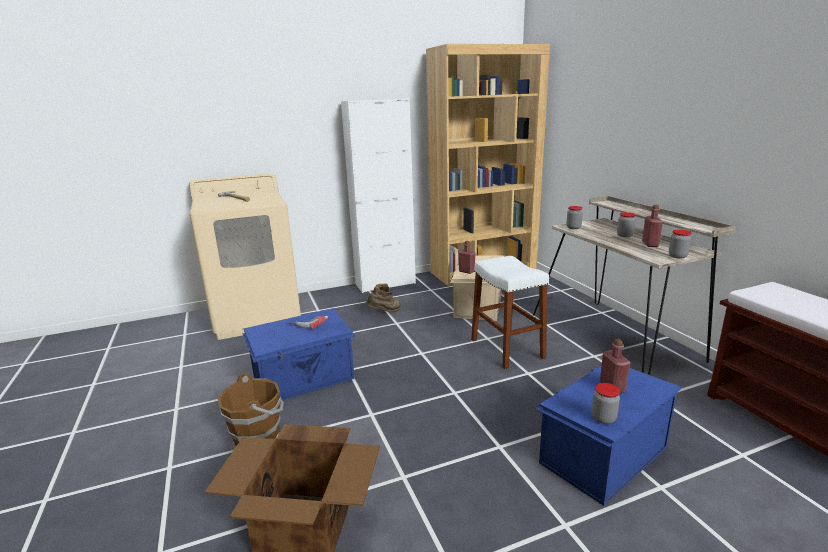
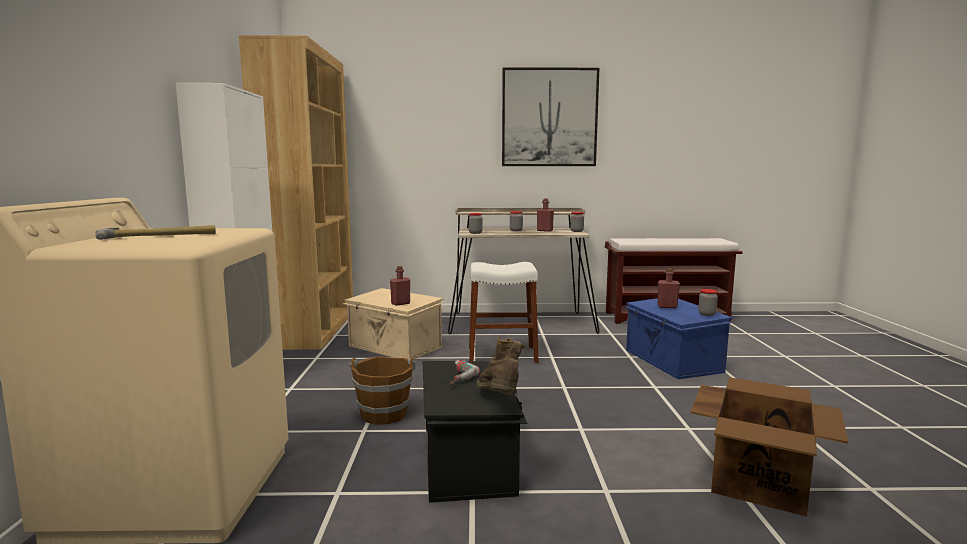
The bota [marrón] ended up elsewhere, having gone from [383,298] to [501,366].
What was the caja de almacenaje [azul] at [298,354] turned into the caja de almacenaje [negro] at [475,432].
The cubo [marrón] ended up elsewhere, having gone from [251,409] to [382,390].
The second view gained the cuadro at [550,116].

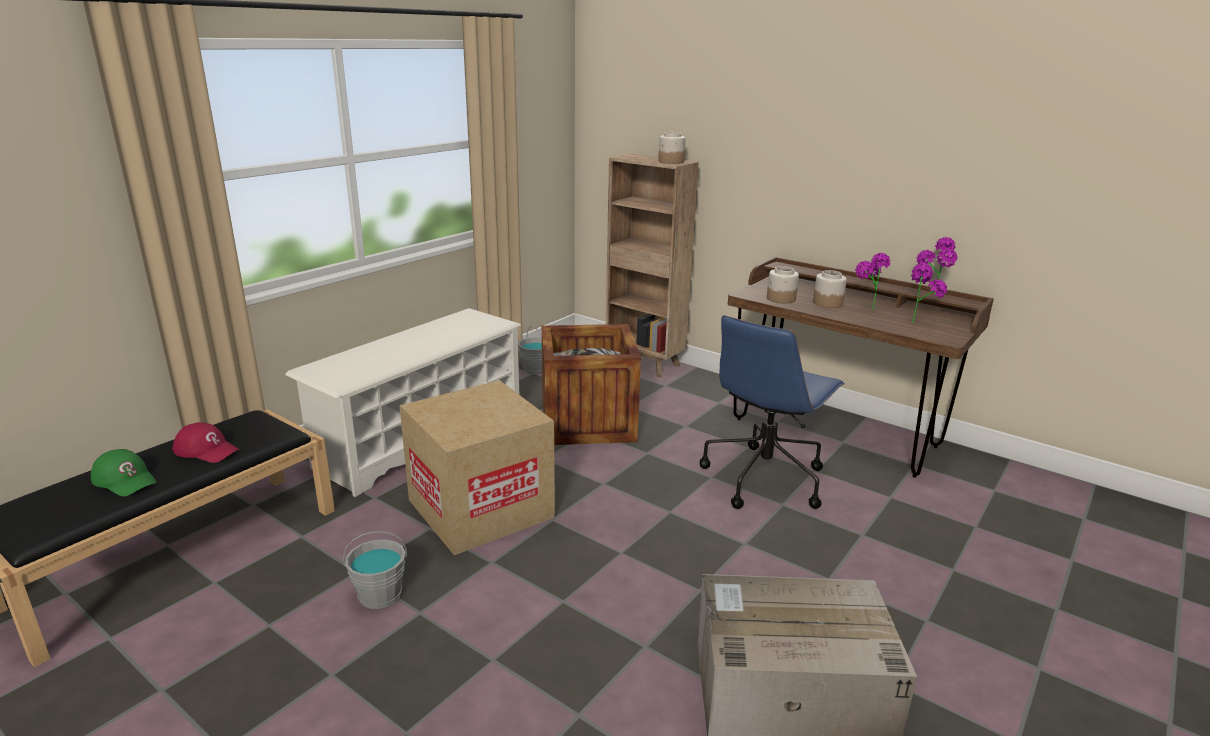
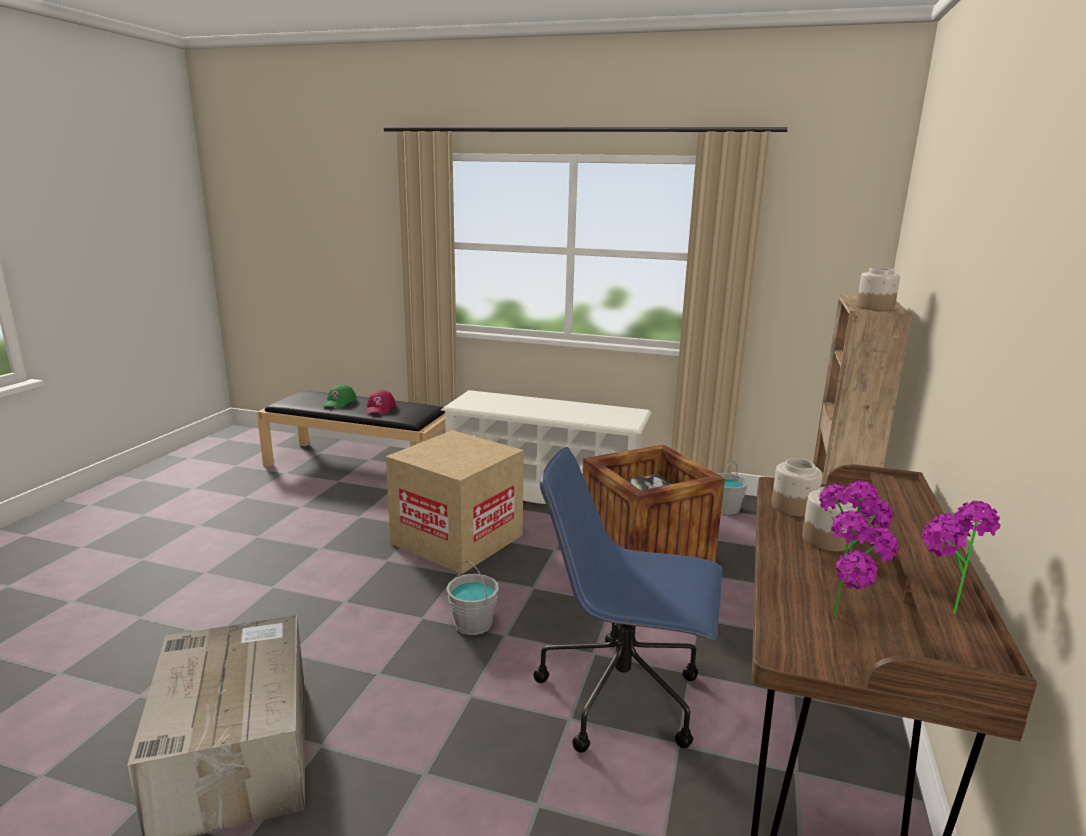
The cubo [gris] ended up elsewhere, having gone from [375,570] to [472,598].

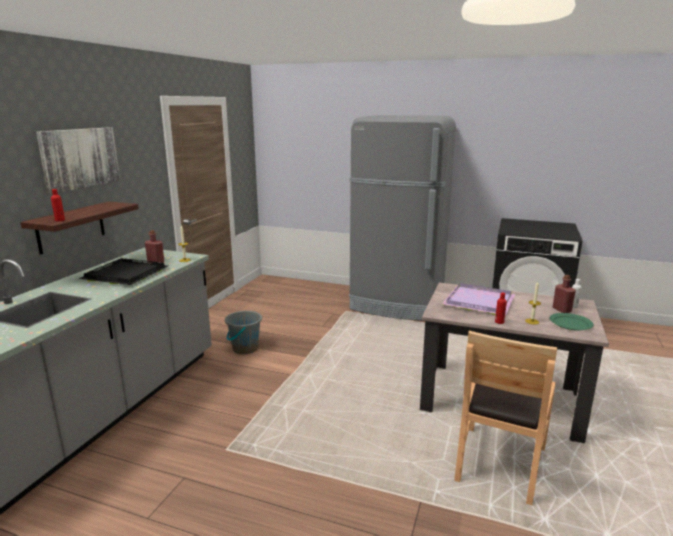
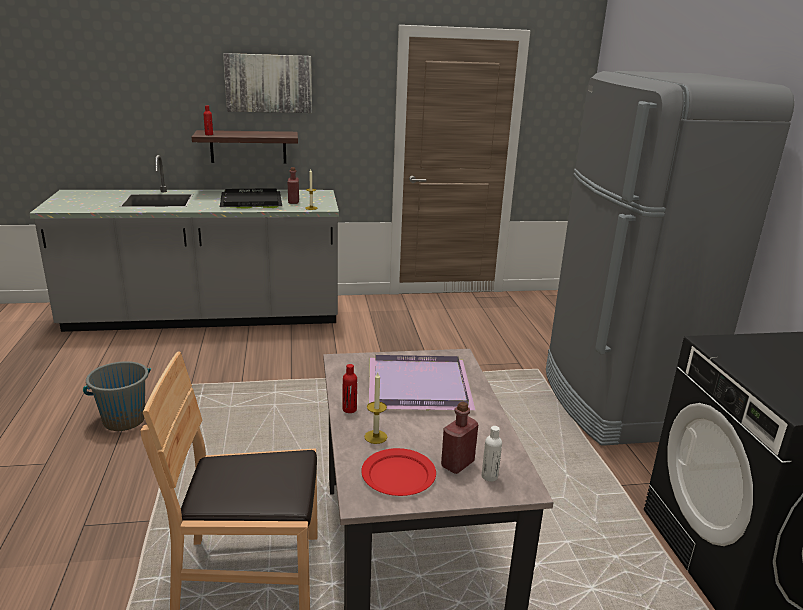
The cubo [gris] ended up elsewhere, having gone from [243,332] to [117,396].
What was the plato [verde] at [571,321] turned into the plato [rojo] at [398,472].

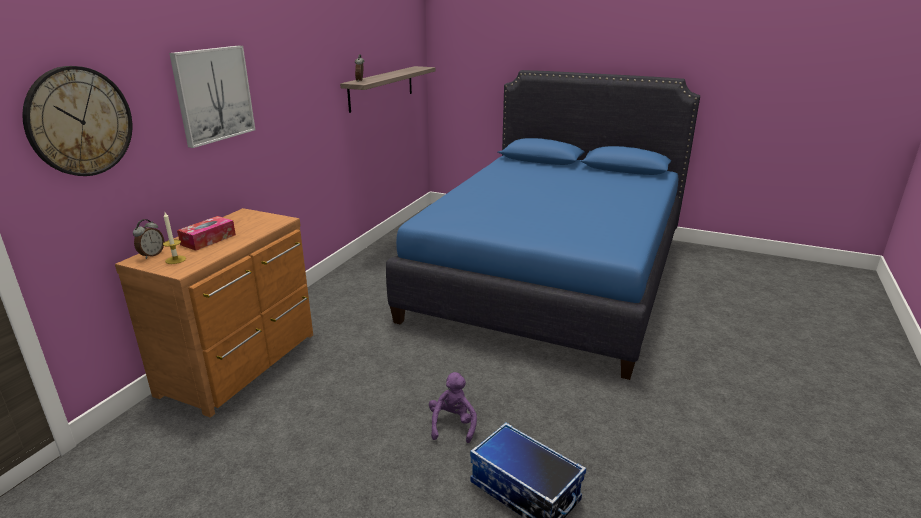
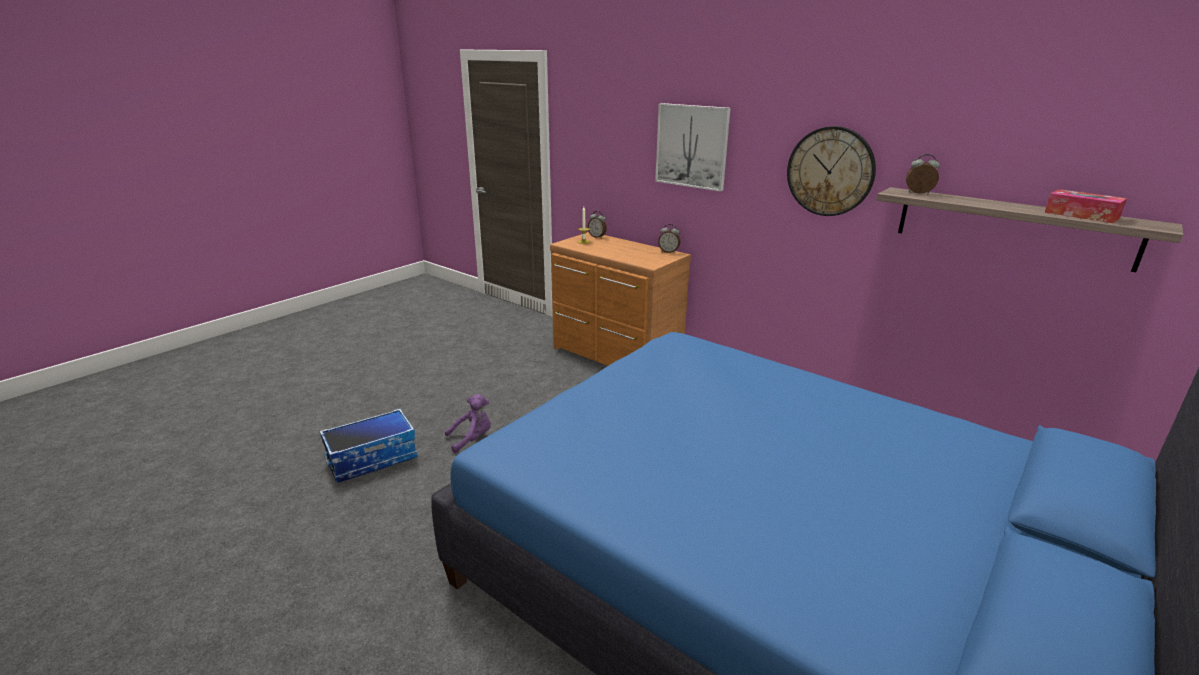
The reloj de pared ended up elsewhere, having gone from [77,121] to [831,171].
The caja de pañuelos ended up elsewhere, having gone from [206,233] to [1086,206].
The peluche [morado] at [453,407] ended up facing another way, 45 degrees counterclockwise from before.
The second view gained the despertador at [669,238].

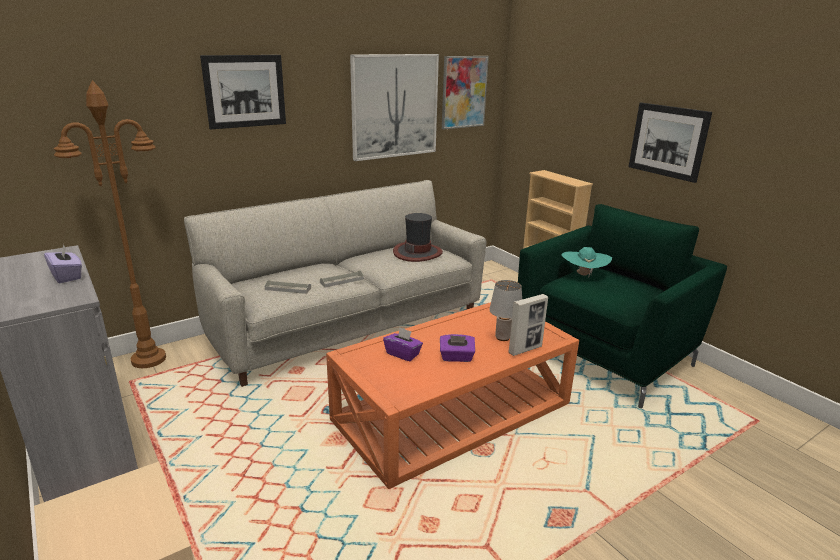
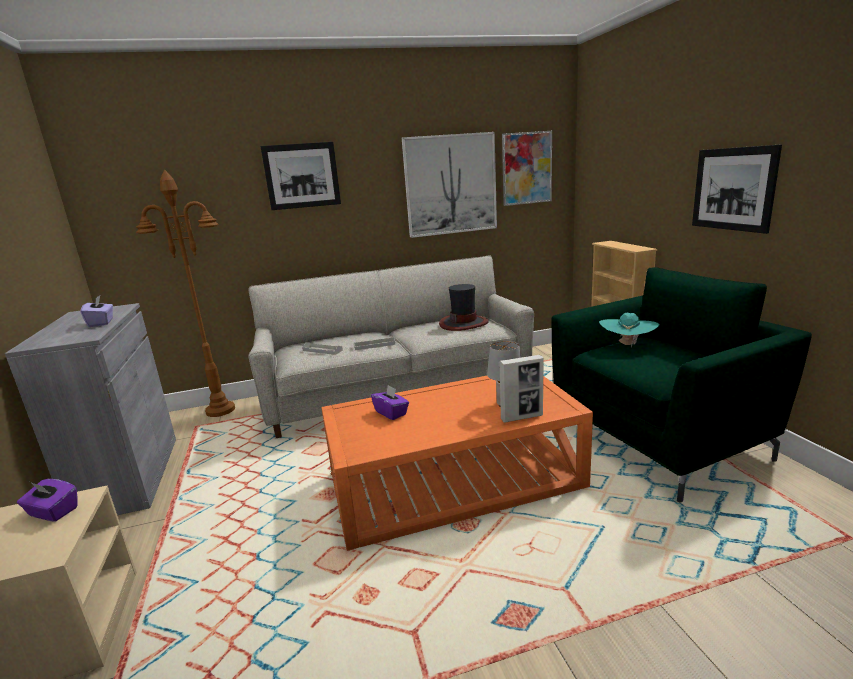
The caja de pañuelos [morado] ended up elsewhere, having gone from [457,348] to [47,500].

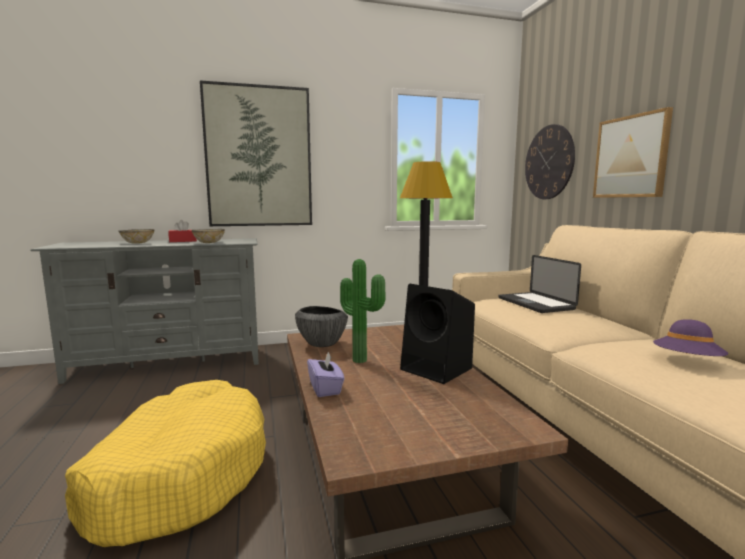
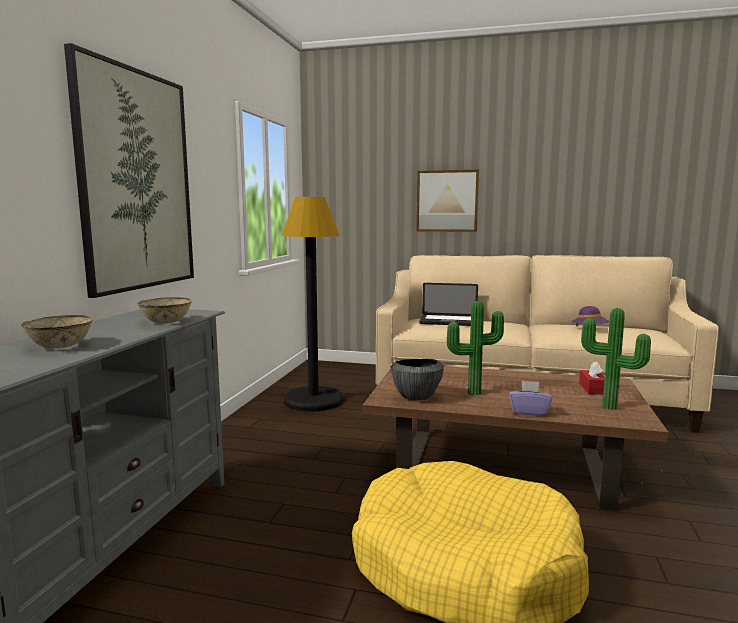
The second view lost the reloj de pared at [550,161].
The caja de pañuelos [rojo] ended up elsewhere, having gone from [182,231] to [592,378].
The second view lost the altavoz [negro] at [437,334].
The second view gained the planta en maceta at [616,359].

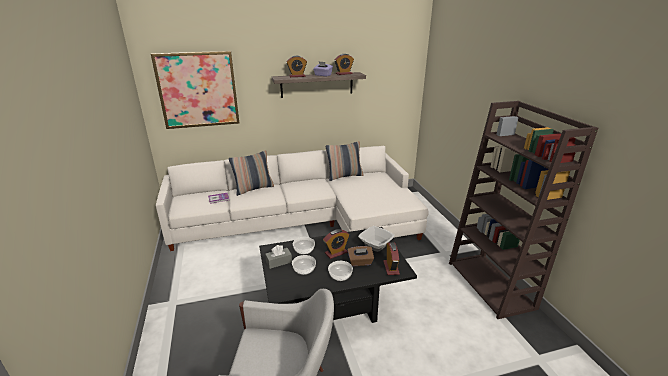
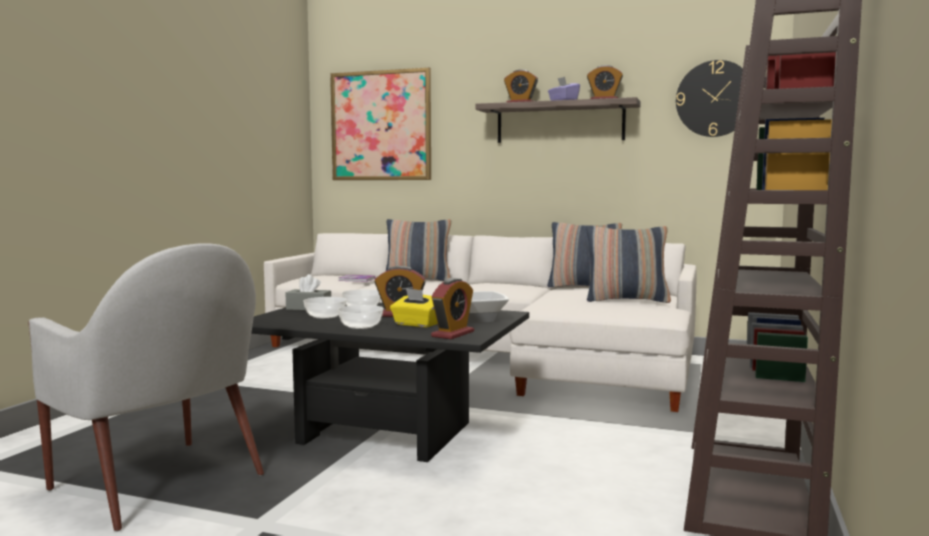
What was the caja de pañuelos [marrón] at [361,256] turned into the caja de pañuelos [amarillo] at [414,307].
The second view gained the reloj de pared at [709,98].
The second view gained the cojín at [628,264].

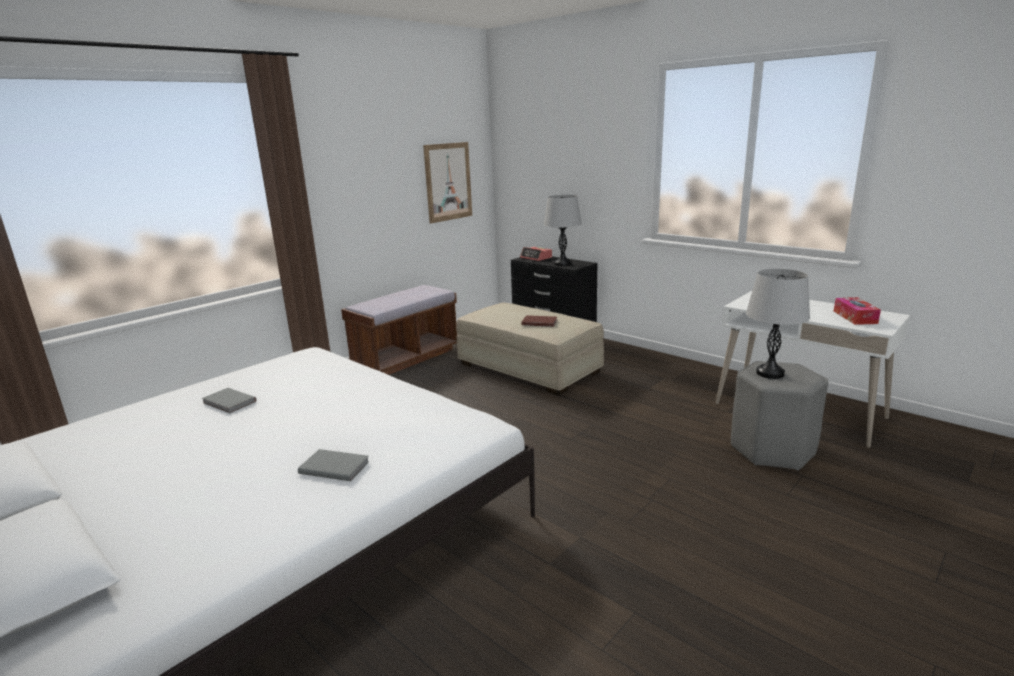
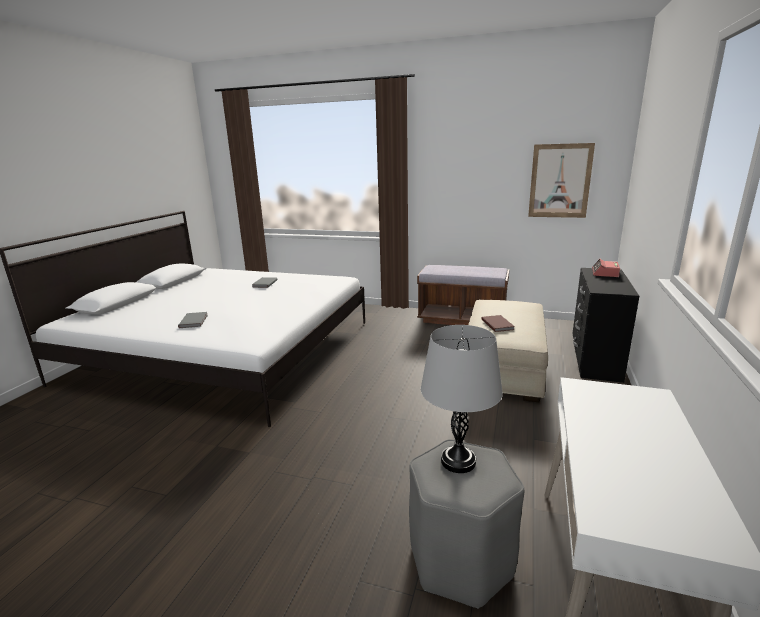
The second view lost the lámpara de mesa [gris] at [563,230].
The second view lost the caja de pañuelos at [857,311].

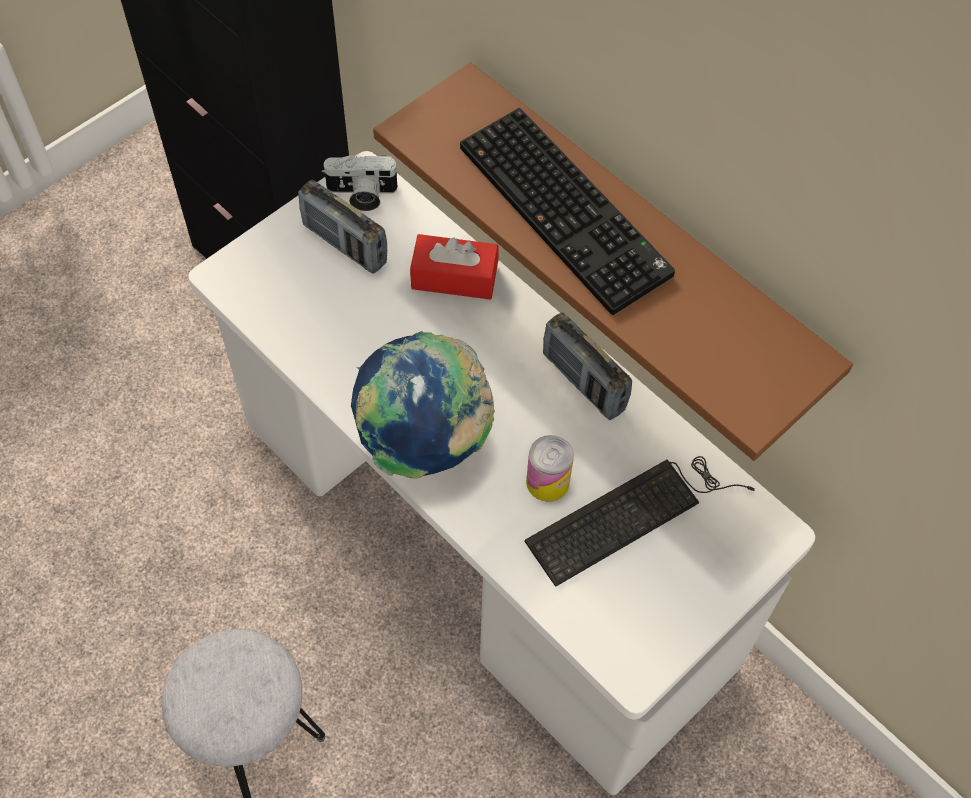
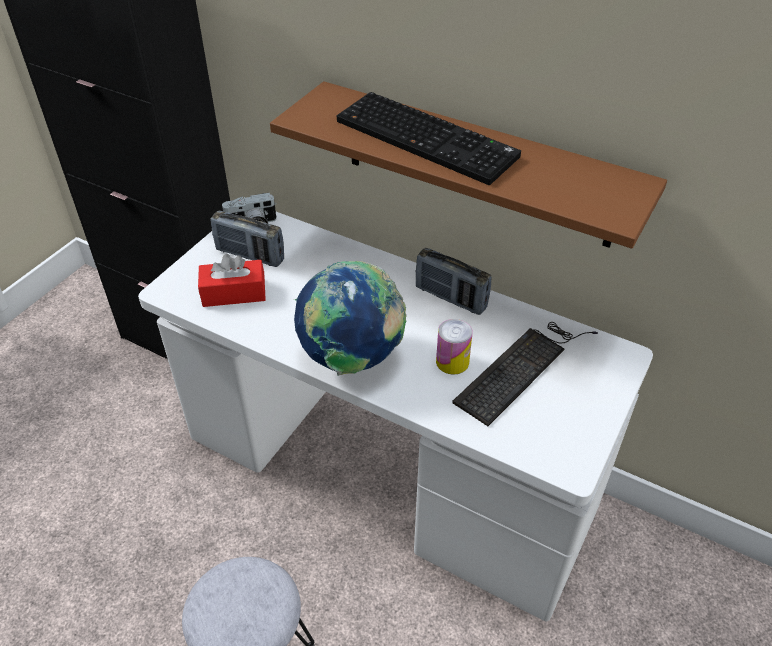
The caja de pañuelos [rojo] ended up elsewhere, having gone from [454,267] to [232,280].

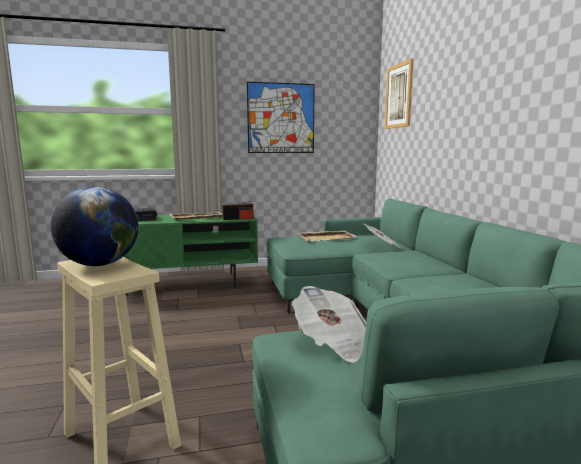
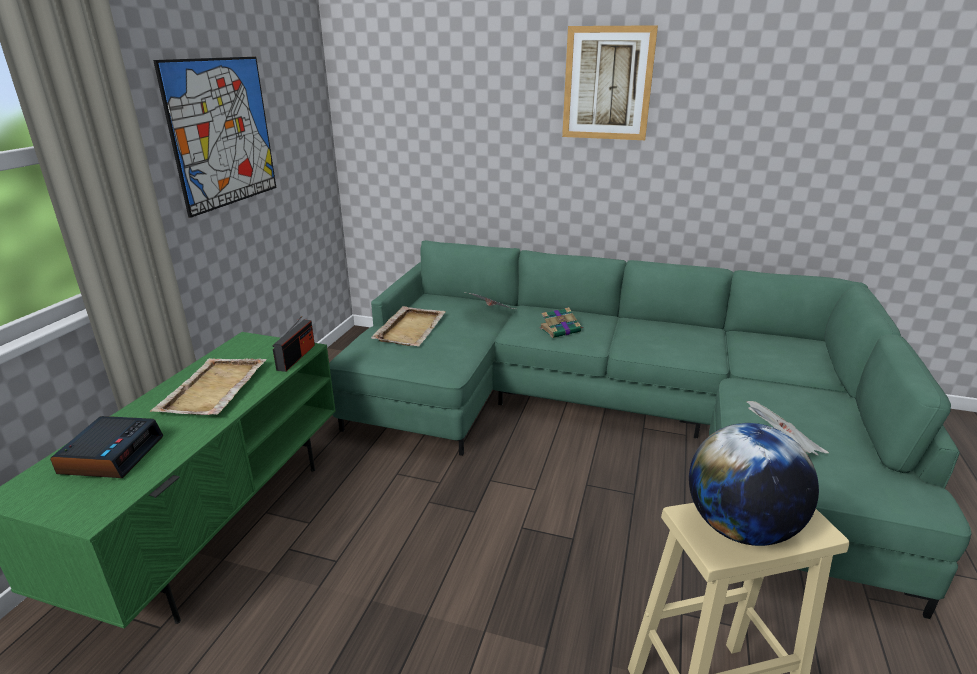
The cuadro ended up elsewhere, having gone from [399,93] to [610,82].
The second view gained the libro at [562,322].

